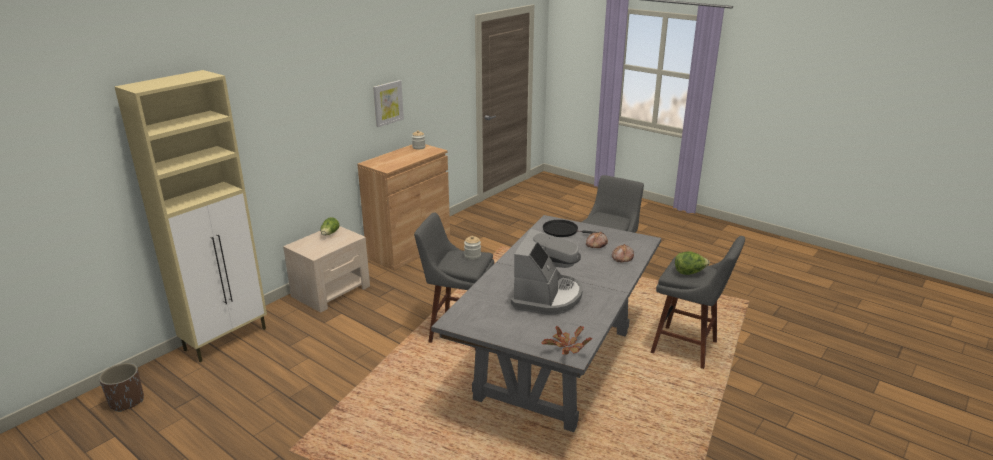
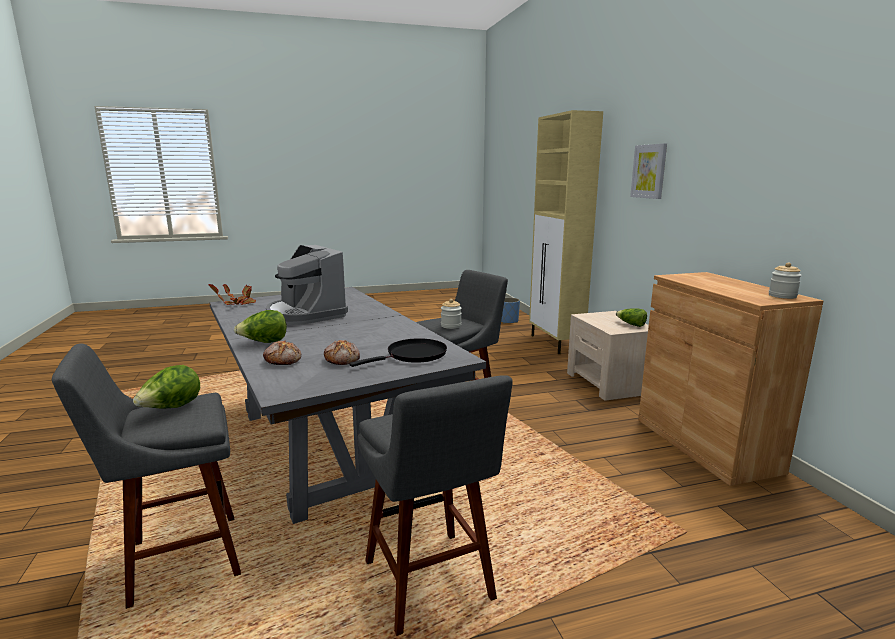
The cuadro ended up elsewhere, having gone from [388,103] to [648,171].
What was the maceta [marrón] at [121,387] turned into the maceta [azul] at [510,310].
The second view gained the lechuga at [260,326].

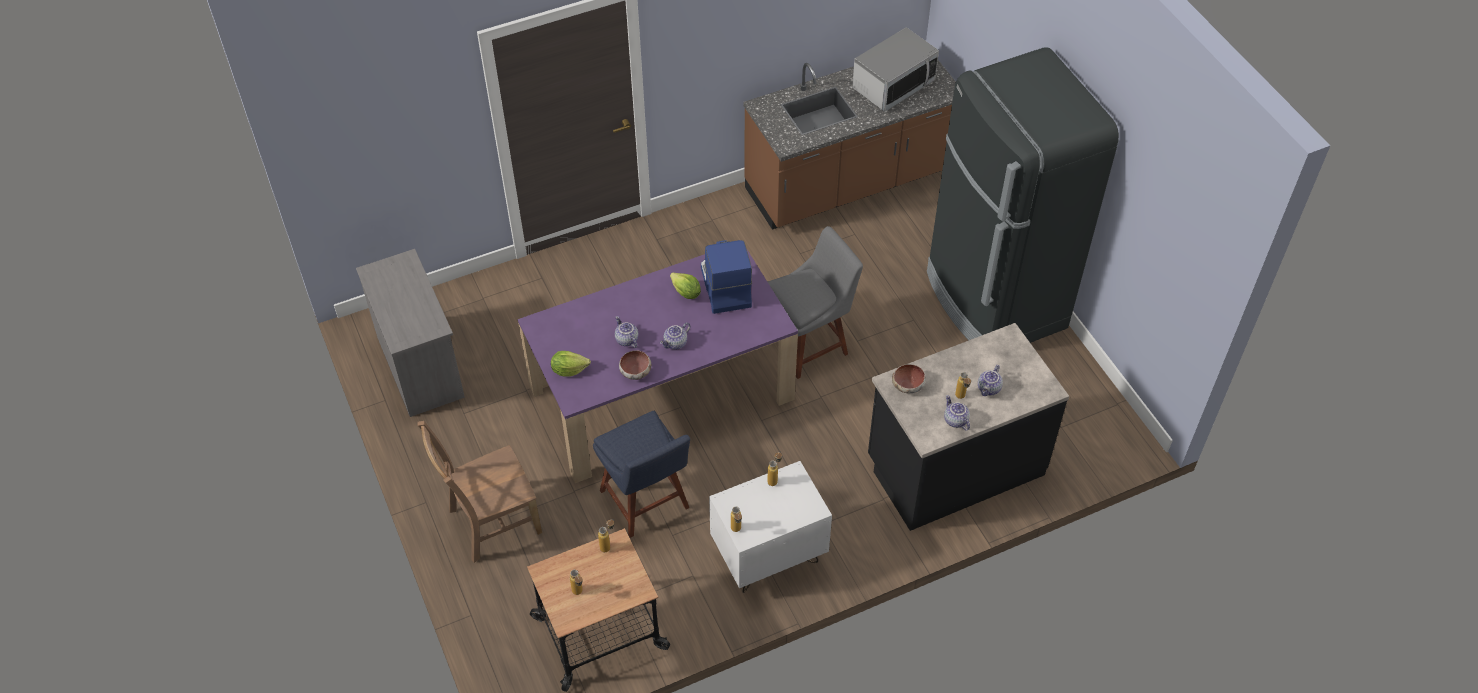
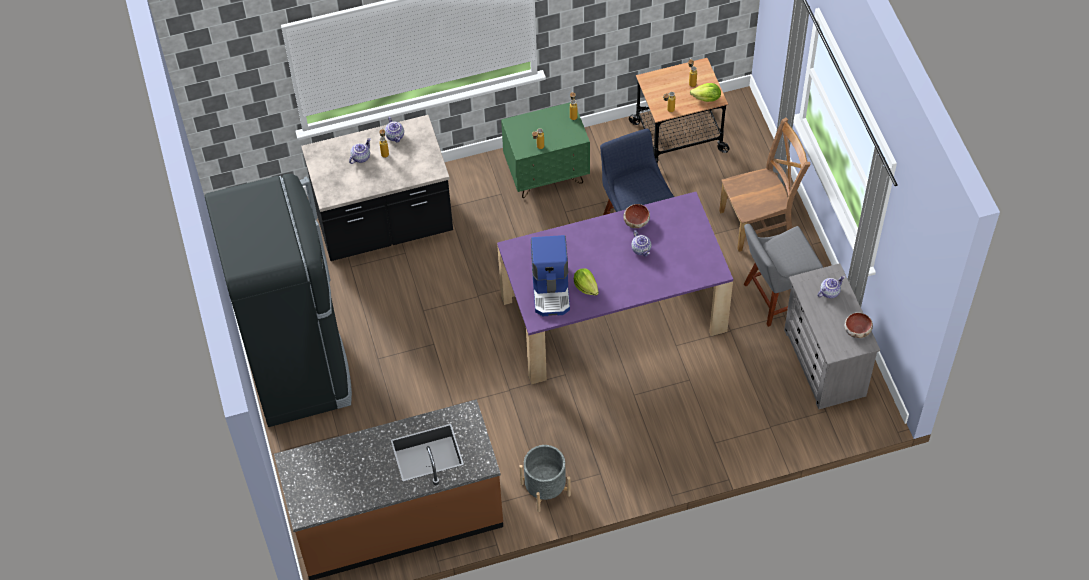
The second view lost the microondas at [895,69].
The silla [gris] ended up elsewhere, having gone from [815,302] to [783,275].
The tetera ended up elsewhere, having gone from [675,335] to [831,287].
The lechuga ended up elsewhere, having gone from [571,364] to [705,92].
The cuenco ended up elsewhere, having gone from [909,378] to [858,325].
What was the mesita de noche [blanco] at [770,527] turned into the mesita de noche [verde] at [545,150].
The second view gained the maceta [gris] at [545,478].

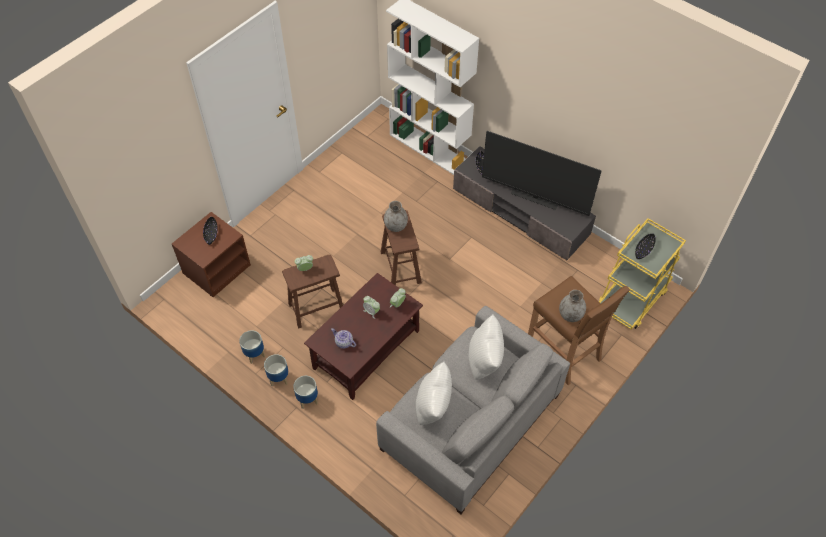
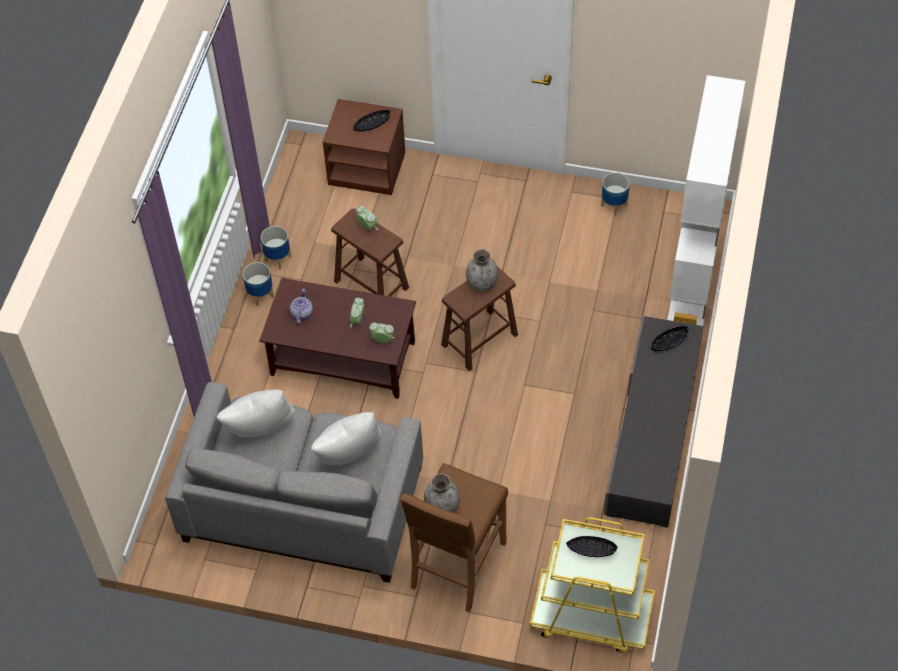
The second view lost the televisor at [541,173].
The maceta ended up elsewhere, having gone from [305,392] to [615,194].

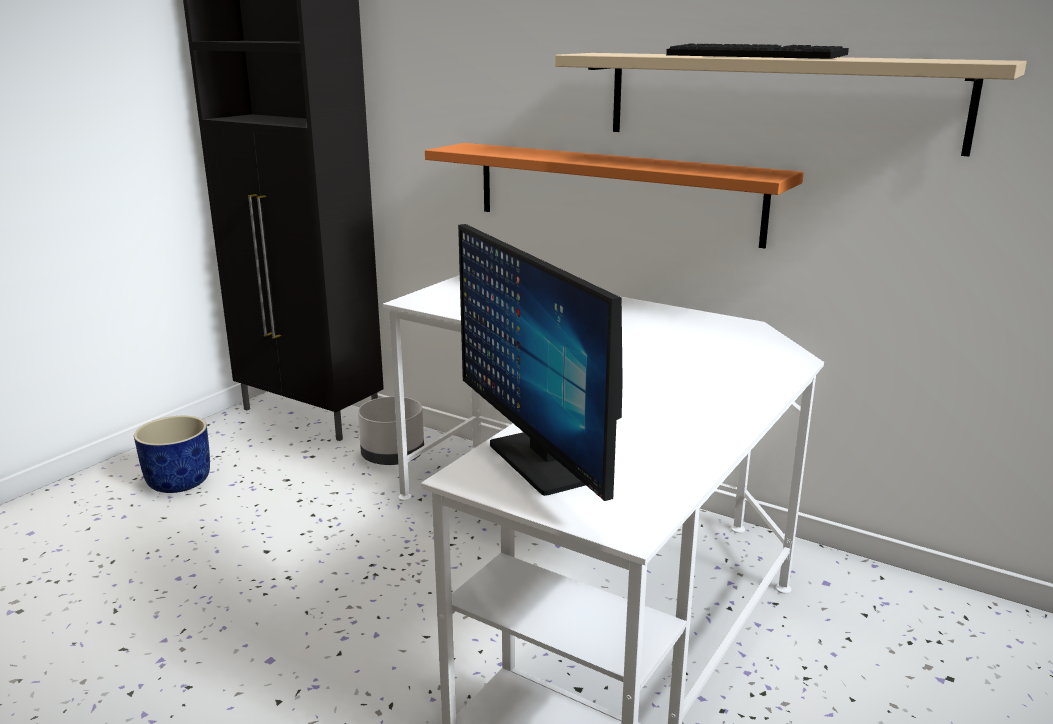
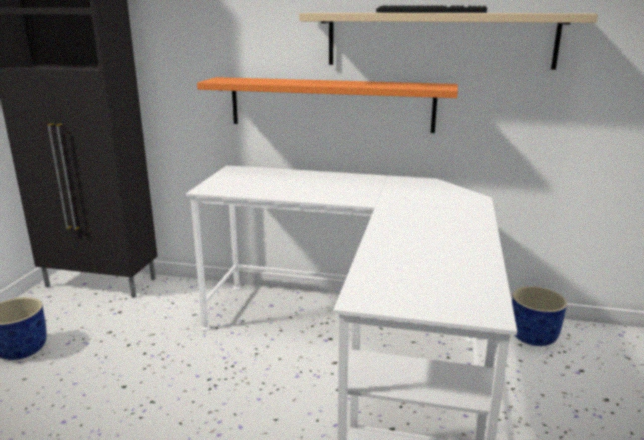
The second view lost the monitor at [540,362].
The second view lost the maceta [gris] at [391,430].
The second view gained the maceta [azul] at [539,316].

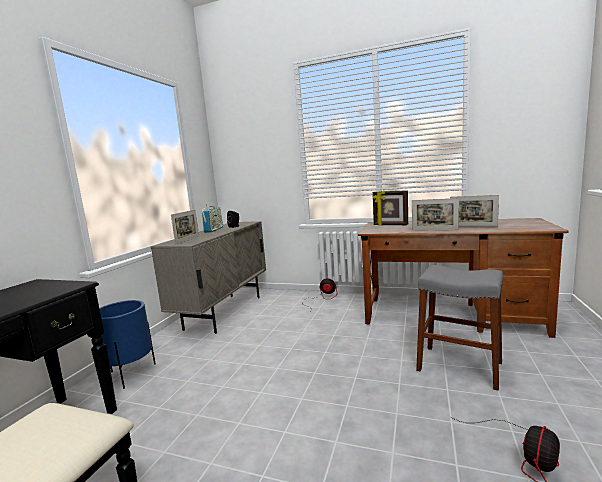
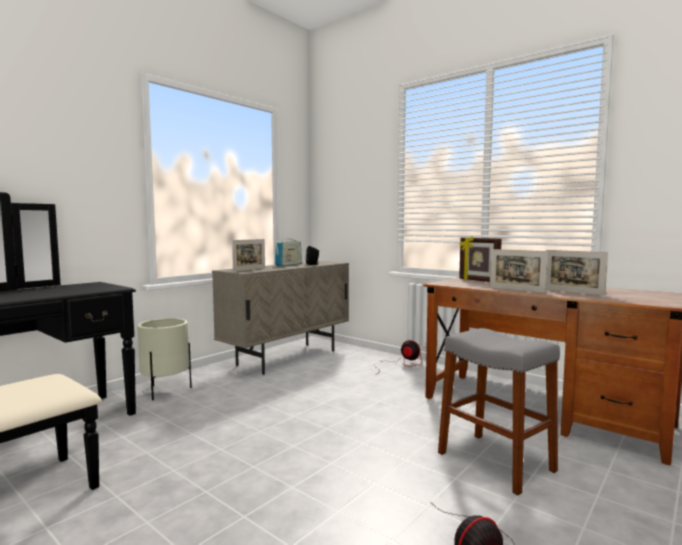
What was the maceta [azul] at [127,344] turned into the maceta [beis] at [164,359].

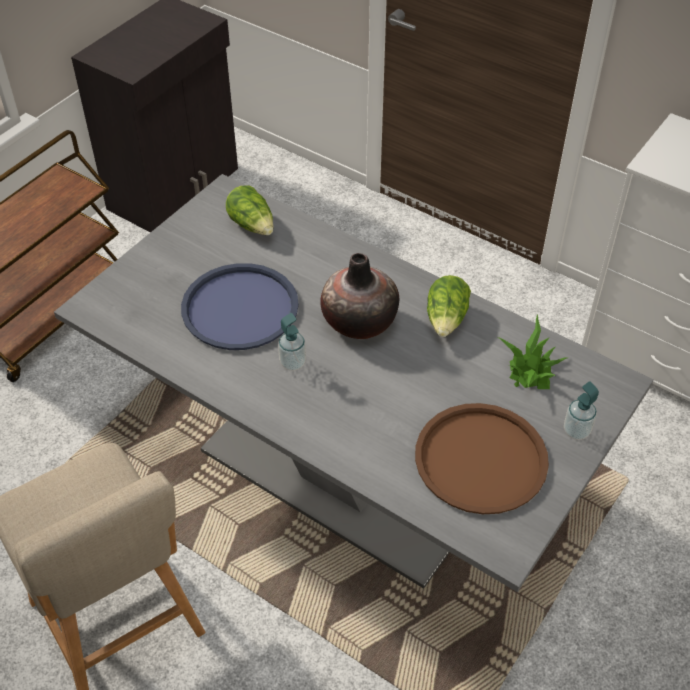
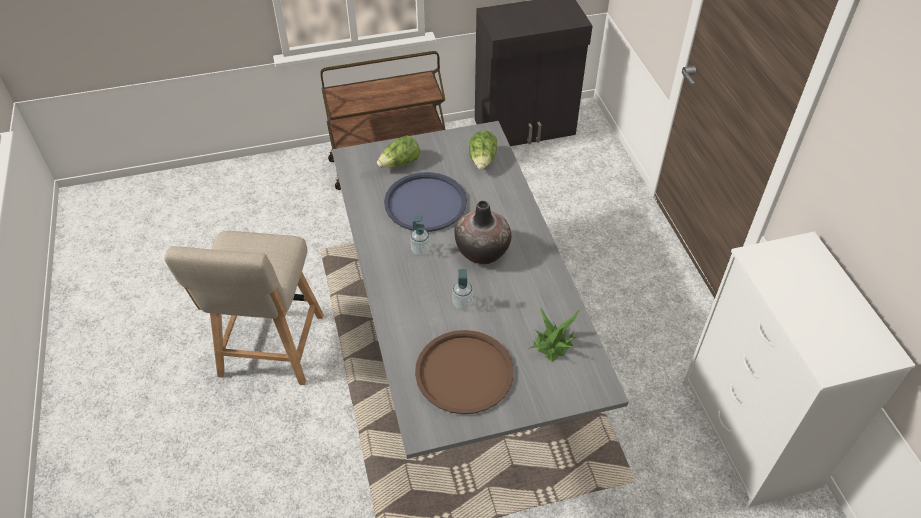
The lechuga ended up elsewhere, having gone from [449,306] to [398,151].
The dispensador de jabón ended up elsewhere, having gone from [581,410] to [462,289].

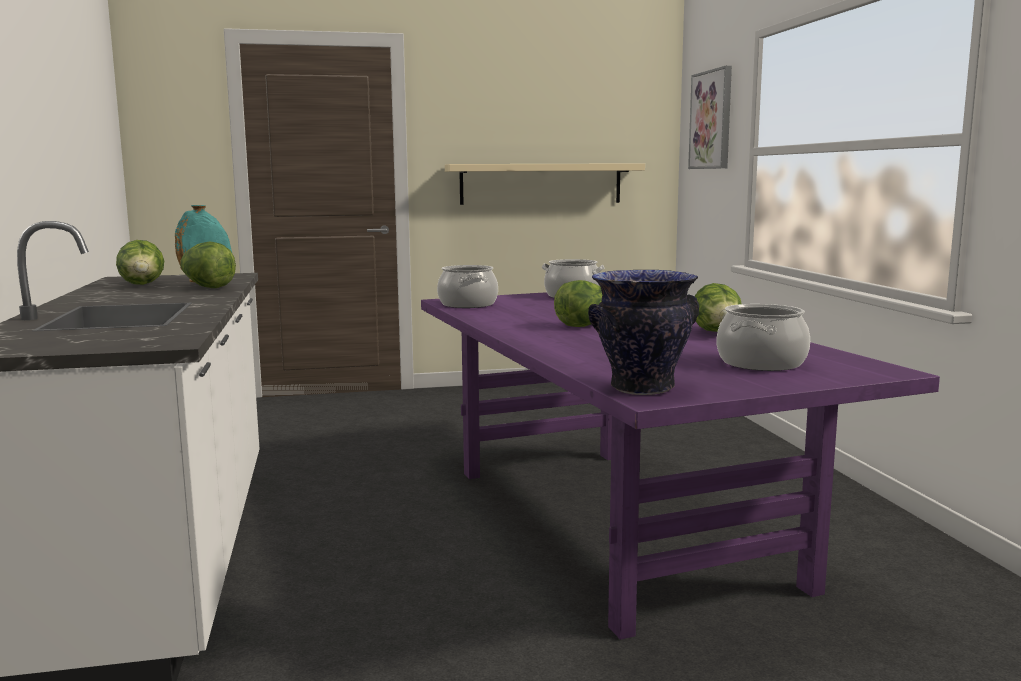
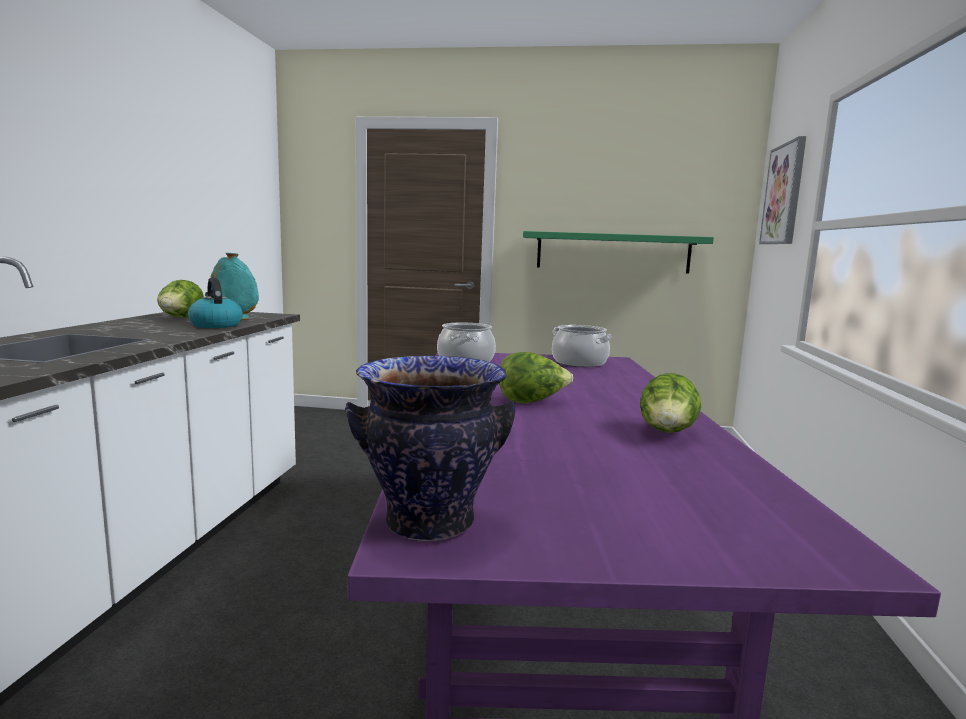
What was the estante [beis] at [545,184] turned into the estante [verde] at [618,252].
Where the lechuga stood at [208,264], the hervidor came to stand at [215,303].
The second view lost the olla at [763,337].

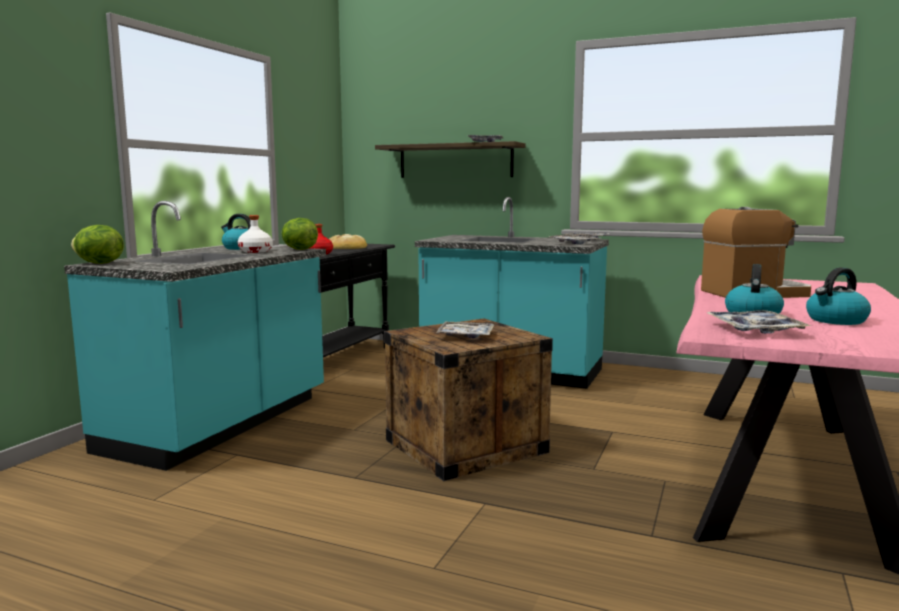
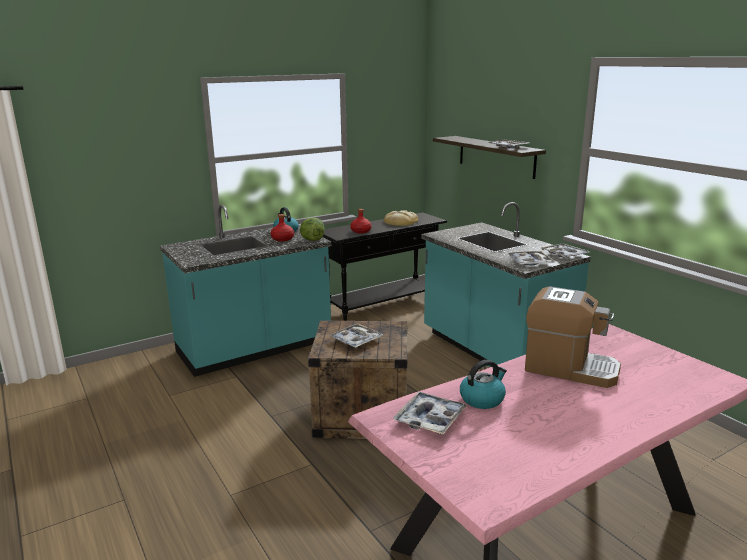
What was the botella [blanco] at [255,234] turned into the botella [rojo] at [282,227].
The second view lost the lechuga at [97,244].
The second view lost the hervidor at [838,296].

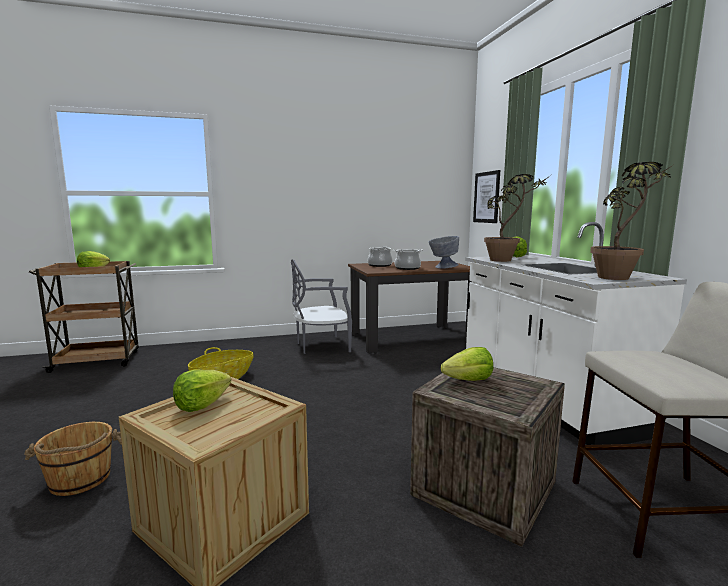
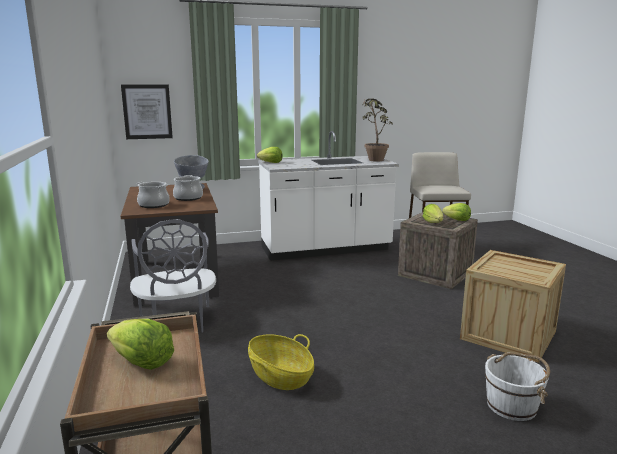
The second view lost the planta en maceta at [517,218].
The lechuga ended up elsewhere, having gone from [202,391] to [456,212].
What was the cubo [marrón] at [73,459] turned into the cubo [blanco] at [517,386].

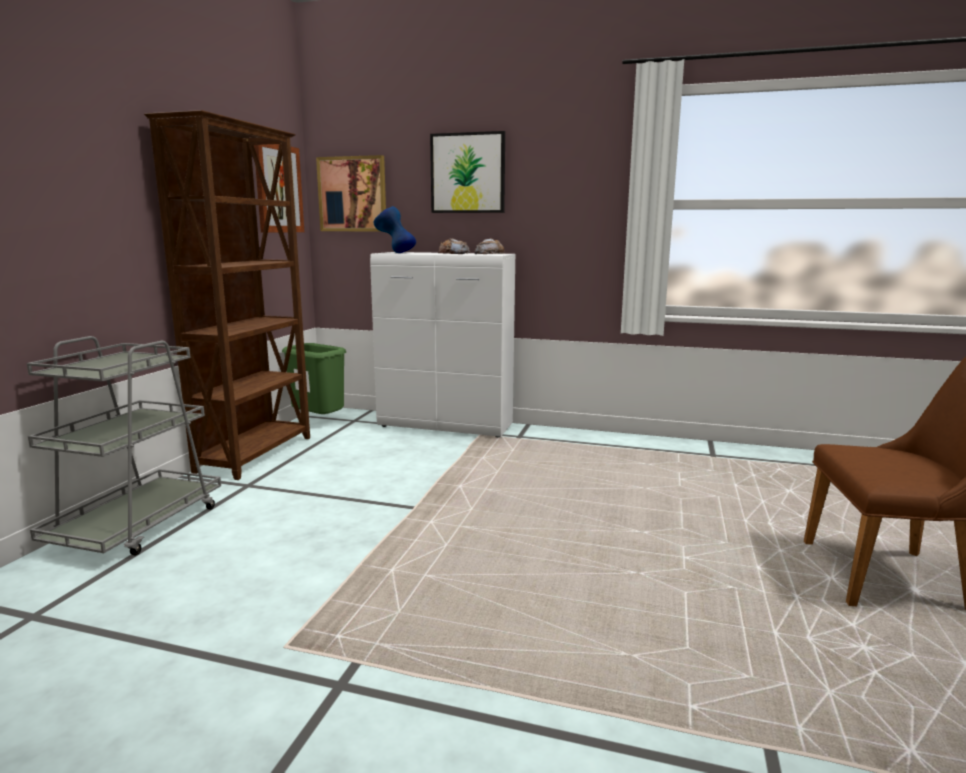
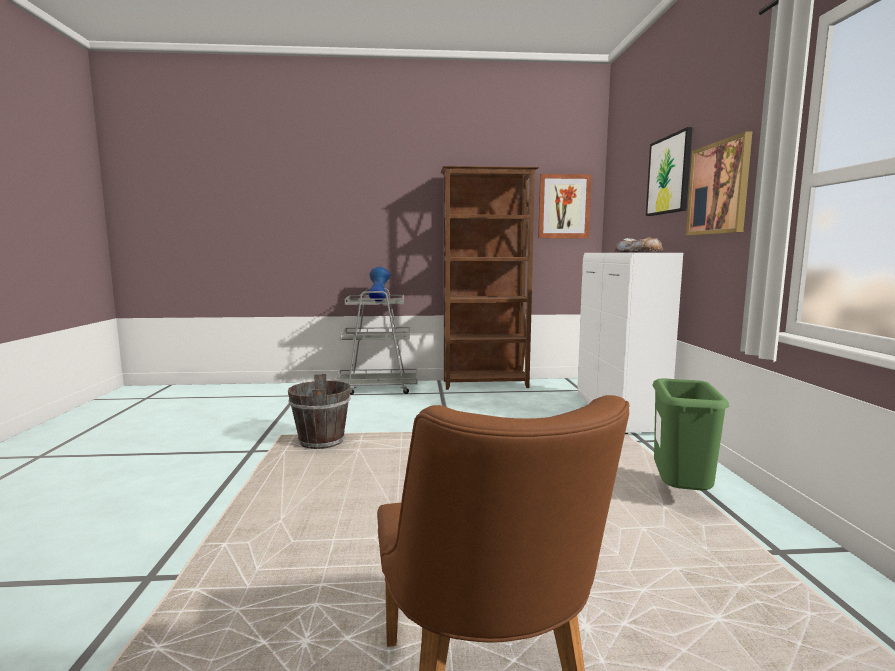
The cuadro ended up elsewhere, having gone from [351,193] to [719,183].
The florero [azul] ended up elsewhere, having gone from [395,229] to [379,284].
The papelera [verde] ended up elsewhere, having gone from [314,378] to [691,434].
The second view gained the cubo [marrón] at [319,411].

